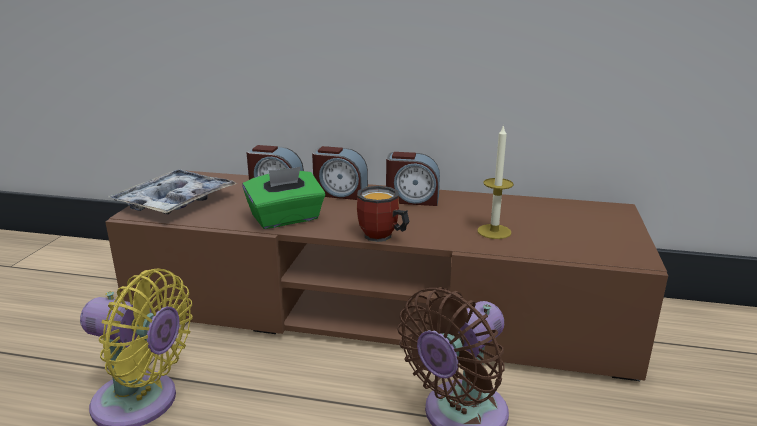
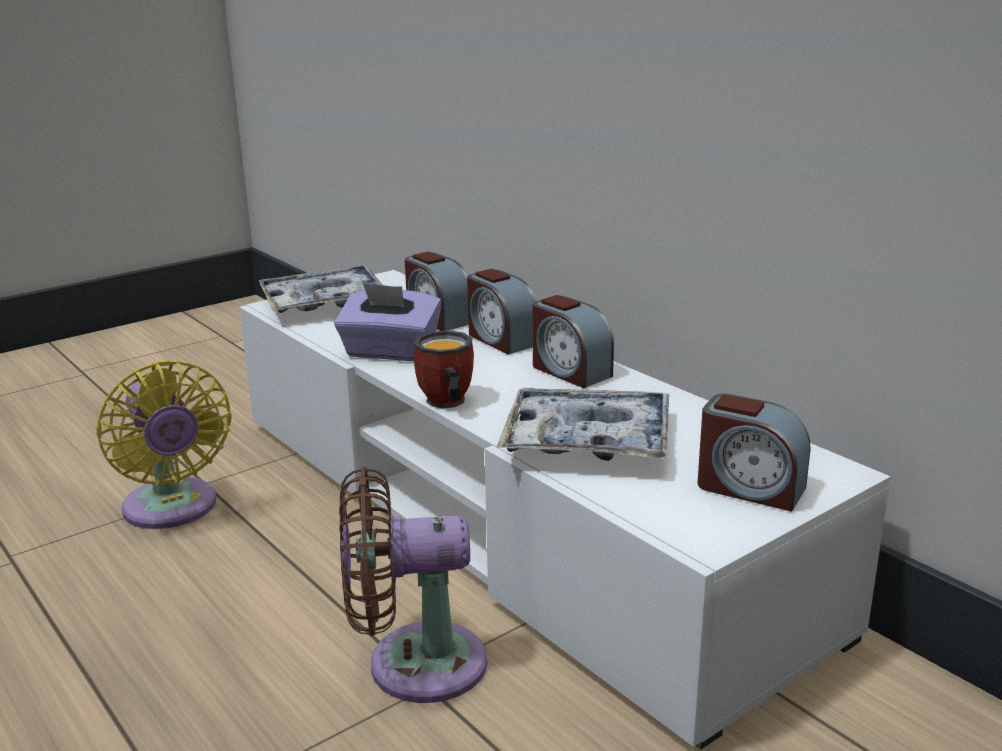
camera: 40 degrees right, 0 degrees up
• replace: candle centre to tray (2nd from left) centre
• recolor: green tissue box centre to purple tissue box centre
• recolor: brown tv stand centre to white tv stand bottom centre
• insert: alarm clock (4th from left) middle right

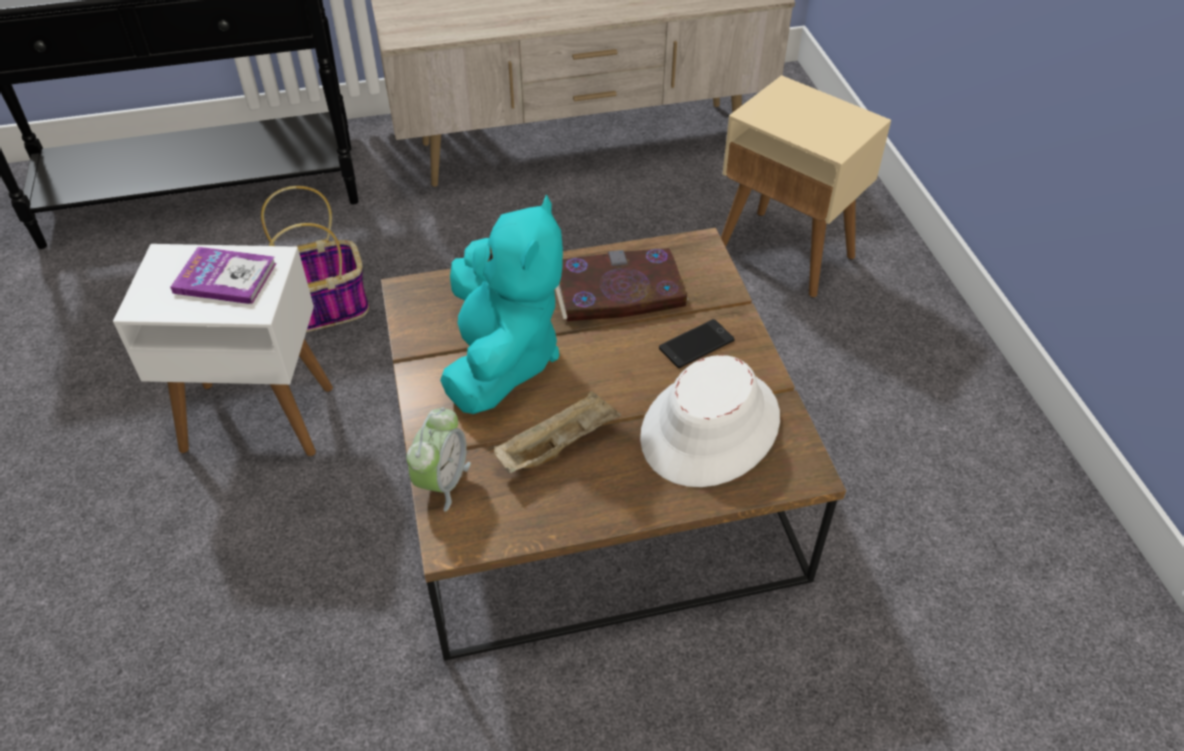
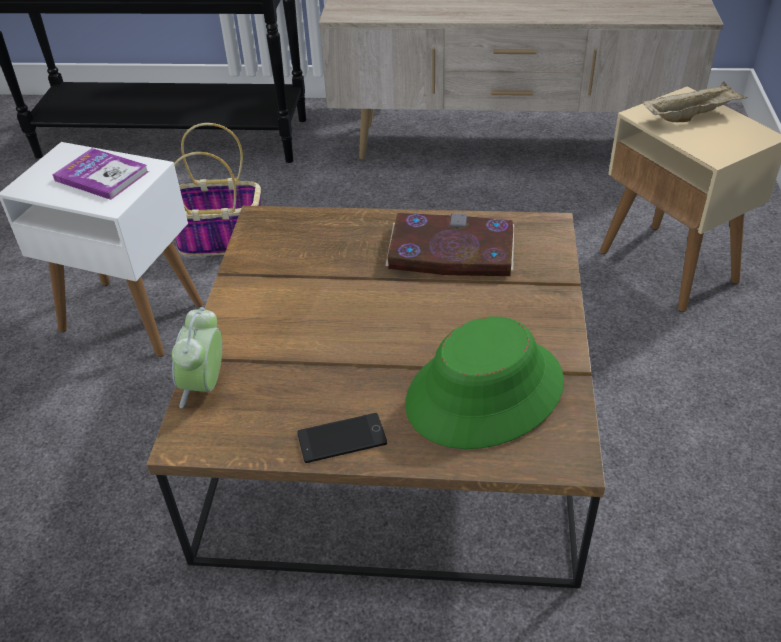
camera: 20 degrees right, 5 degrees down
• delete: turquoise plush toy centre
• move: phone centre to bottom centre
• recolor: white hat centre to green hat centre
• move: beige tray centre to top right
• rotate: alarm clock centre = middle left 150 degrees clockwise

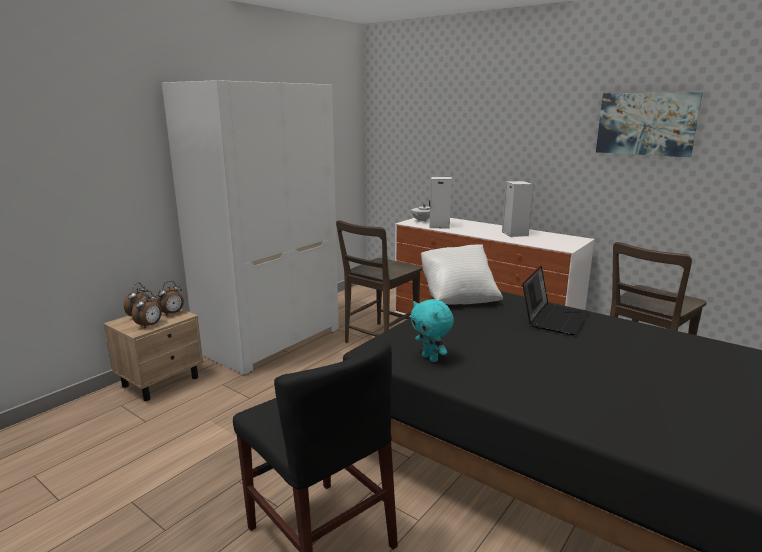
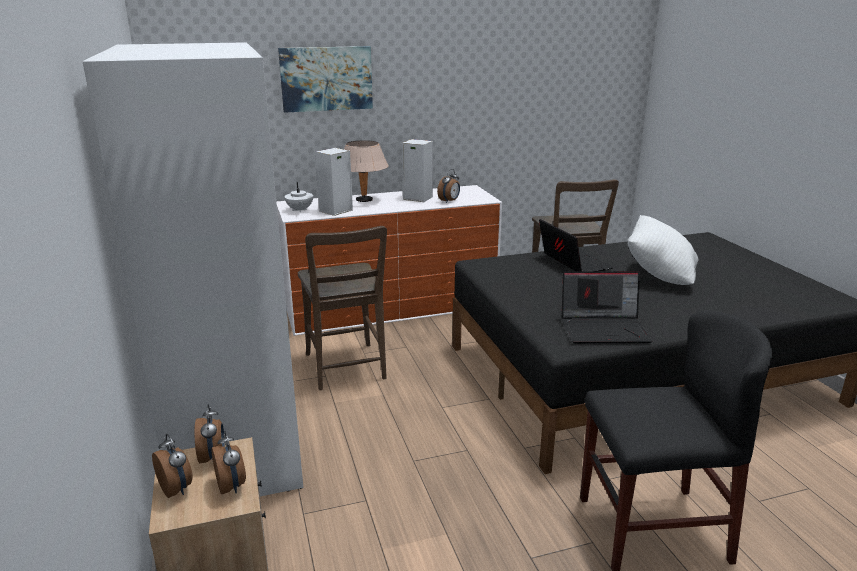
camera: 55 degrees left, 5 degrees up
• move: picture top right to top centre
• move: white pillow centre to middle right
• replace: turquoise plush toy centre to laptop (2nd from left) middle right
• insert: beige table lamp top centre
• insert: alarm clock (4th from left) top centre

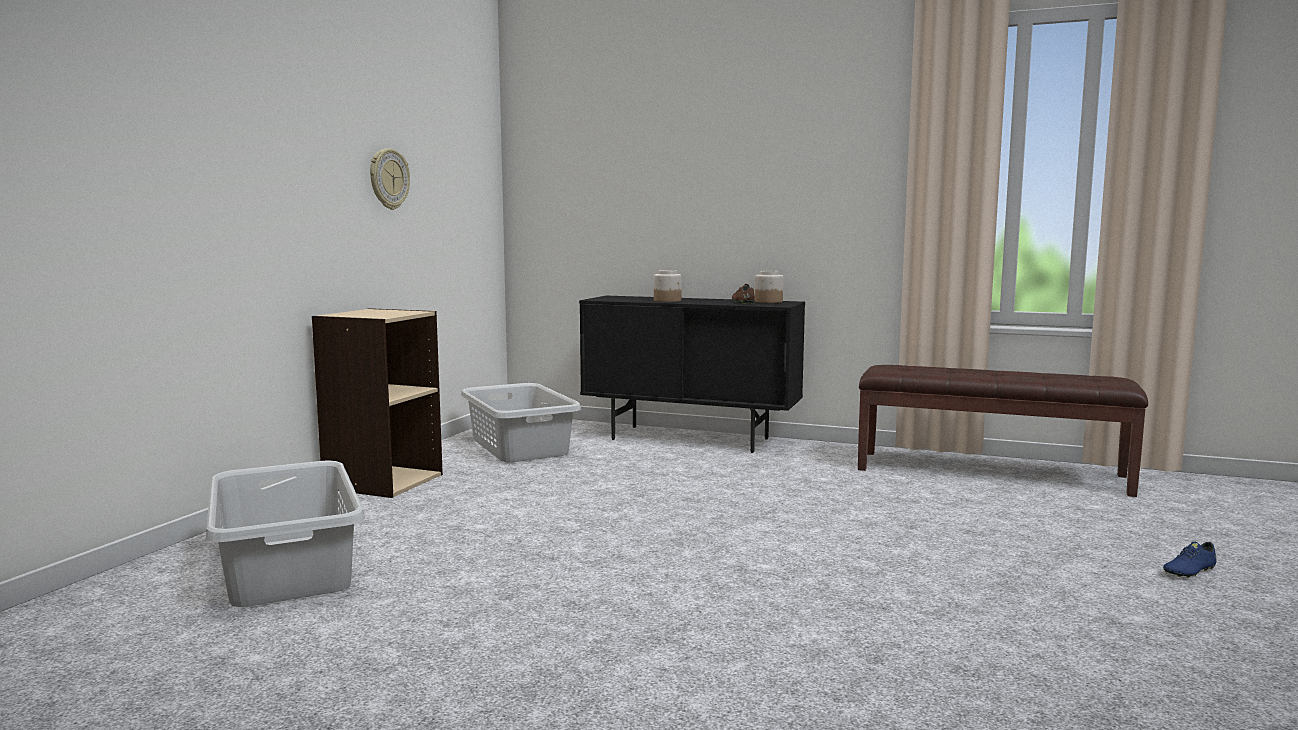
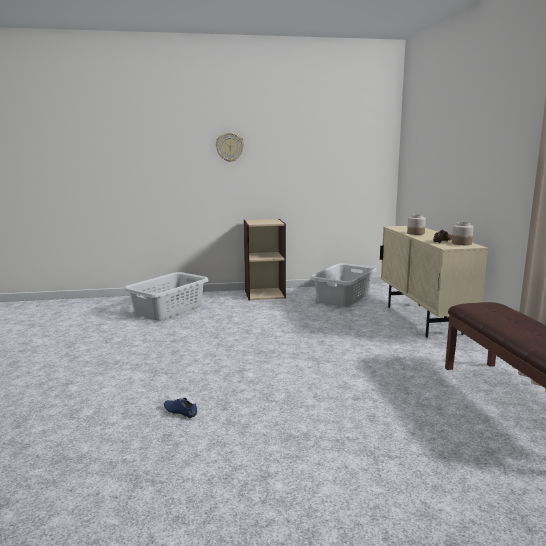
camera: 60 degrees right, 5 degrees up
• move: wall clock top left to top centre
• recolor: black cabinet centre to beige cabinet middle right
• move: blue shoe bottom right to bottom left

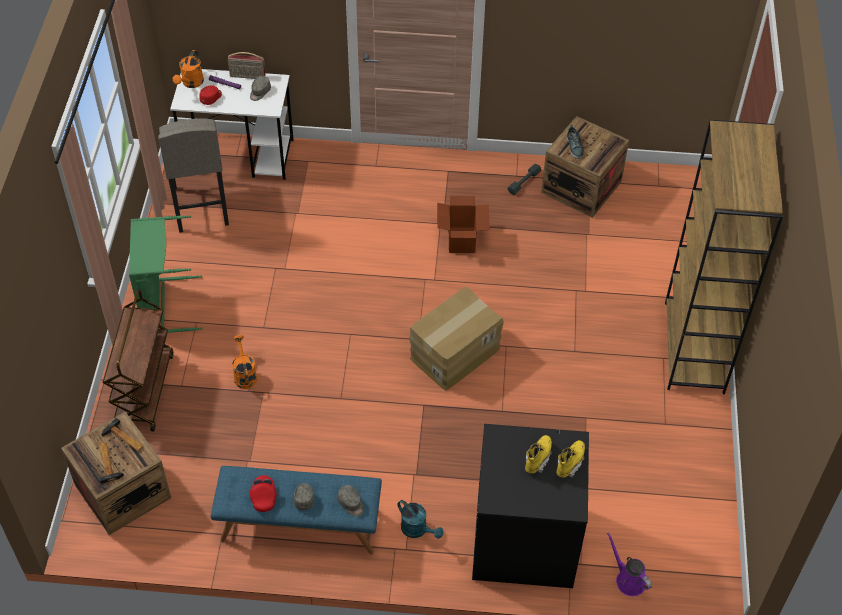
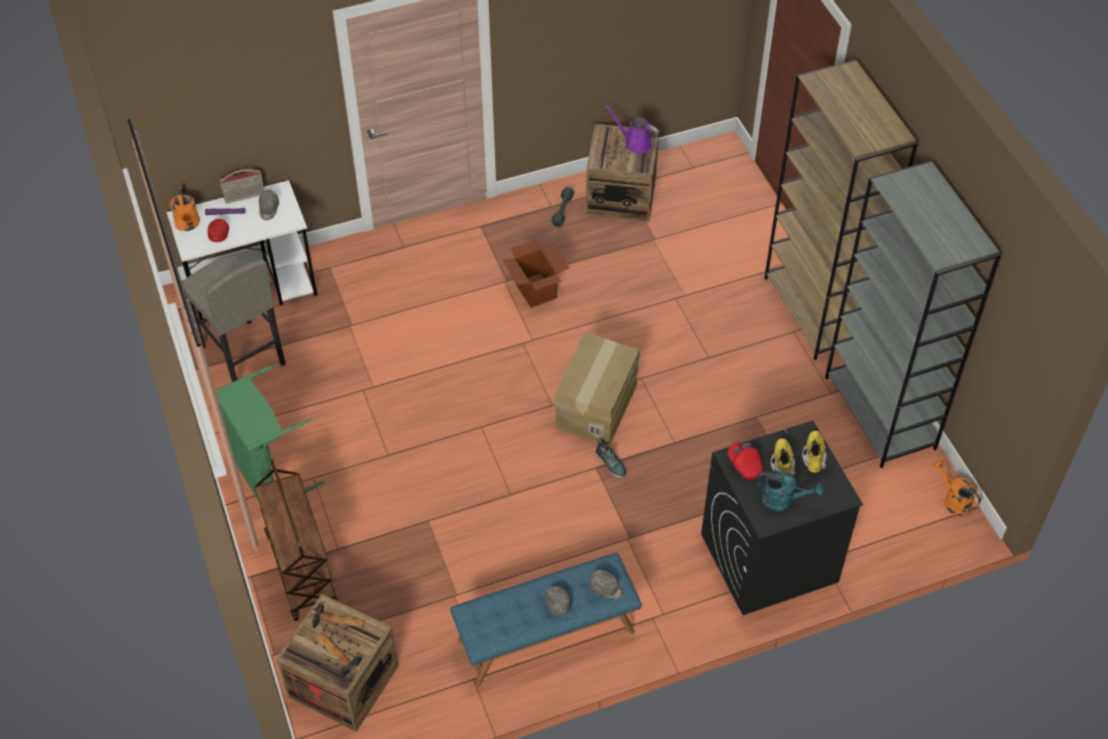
camera: 25 degrees left, 0 degrees up
• move: shoe top right to centre
• move: orange watering can (2nd from left) middle left to middle right
• move: red cap (2nd from left) bottom left to middle right
• move: turquoise watering can bottom centre to middle right
• move: purple watering can bottom right to top centre
• insert: grey bookcase middle right

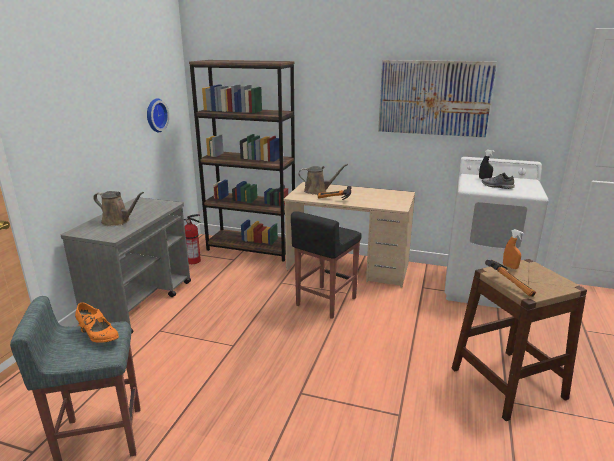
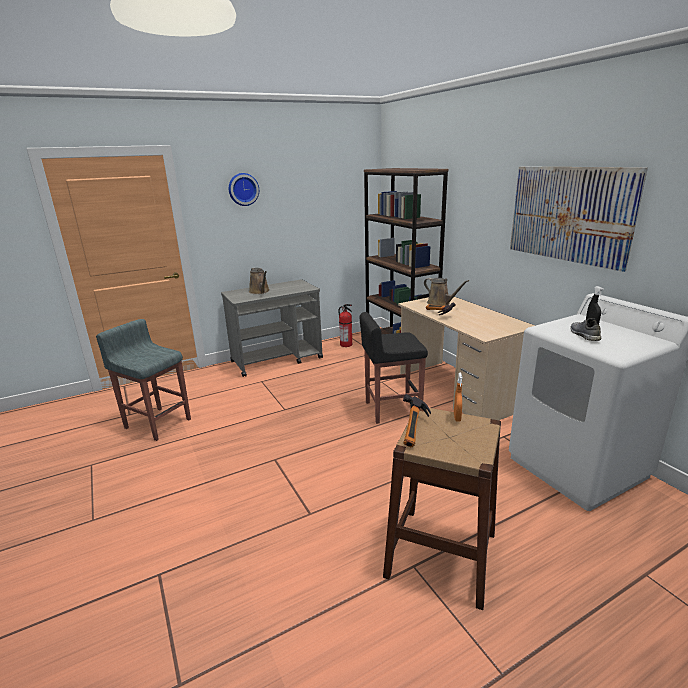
camera: 45 degrees right, 0 degrees up
• move: wall clock top left to top centre
• delete: orange shoe bottom left

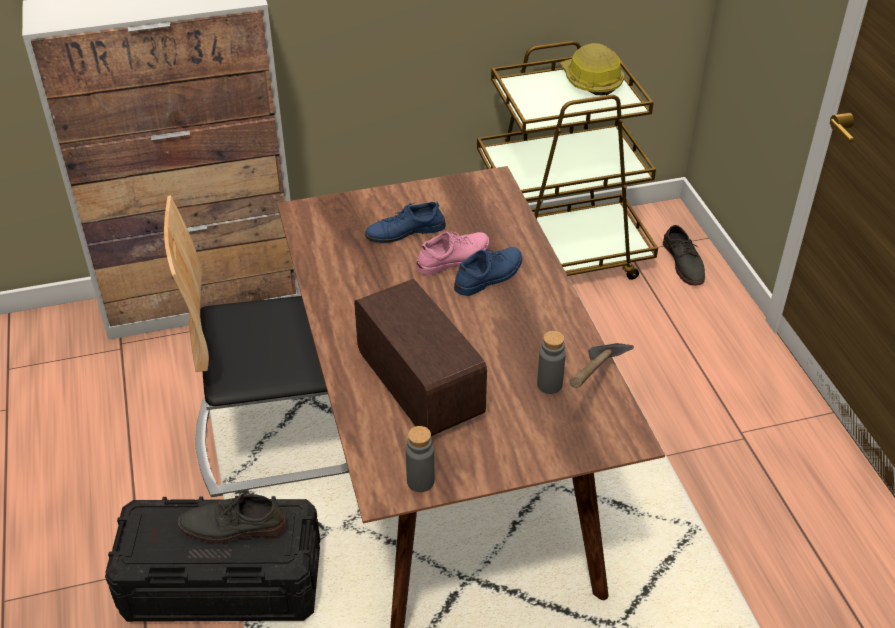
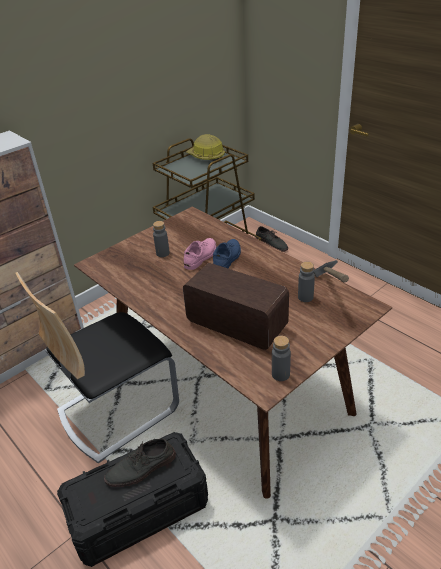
camera: 25 degrees left, 5 degrees down
• replace: blue shoe (1st from left) centre to grey bottle (1st from left) centre

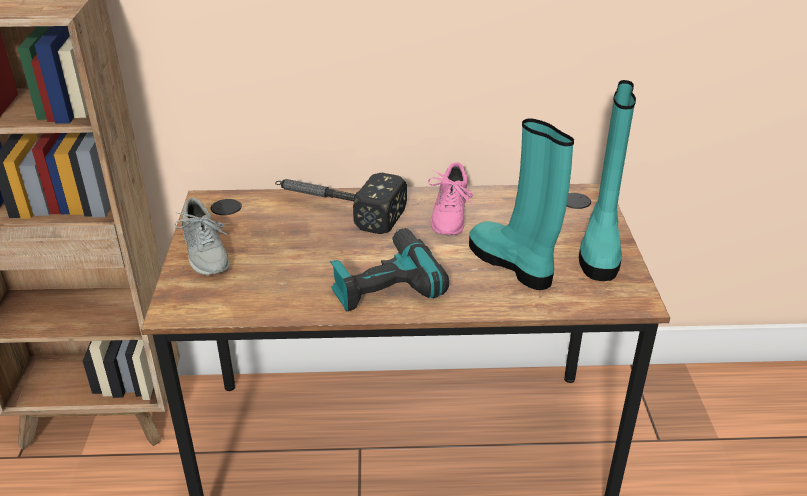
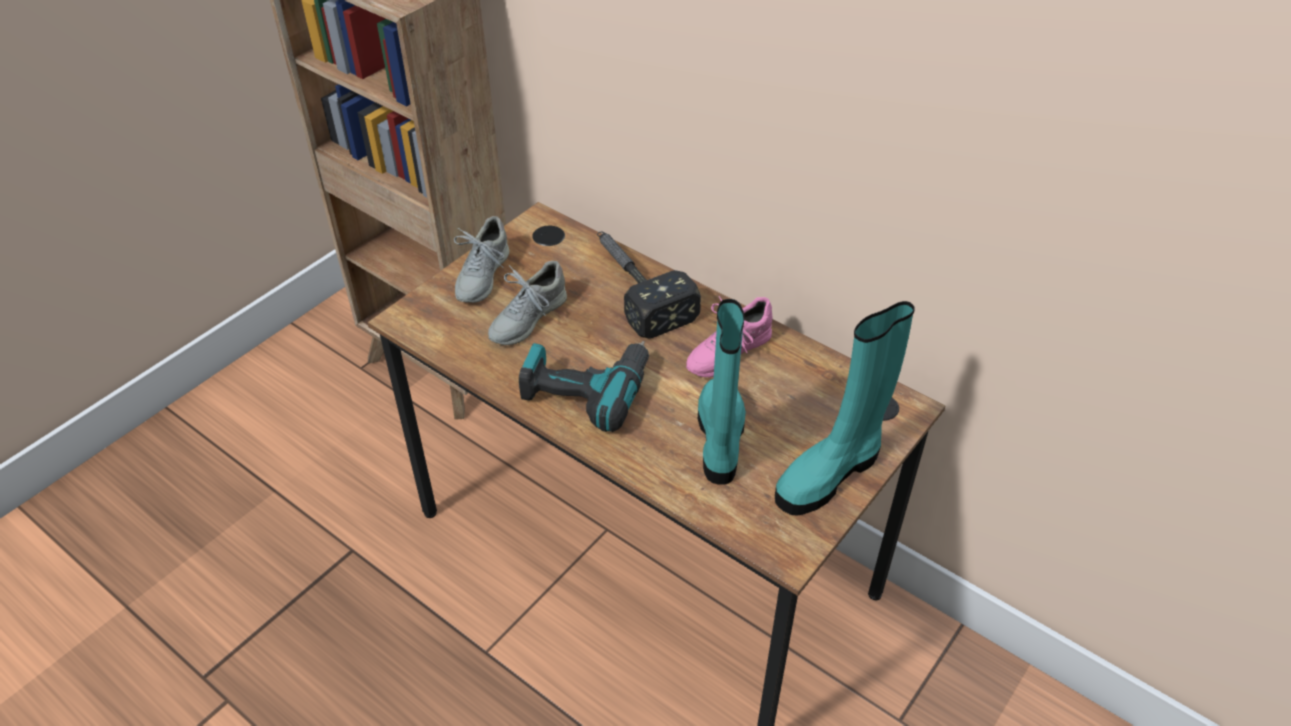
camera: 40 degrees right, 10 degrees up
• insert: grey shoe (2nd from left) centre

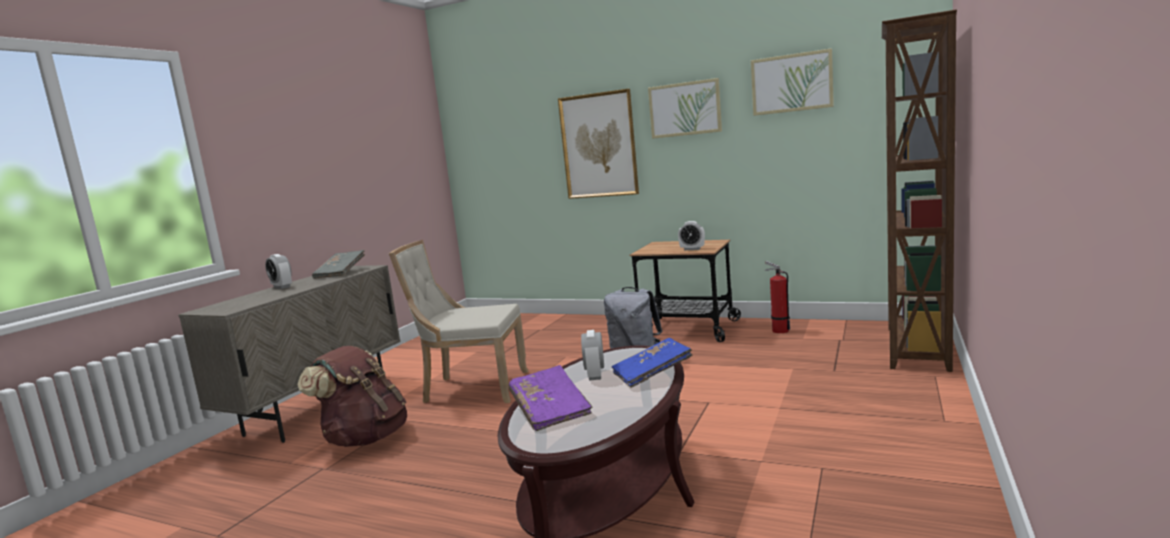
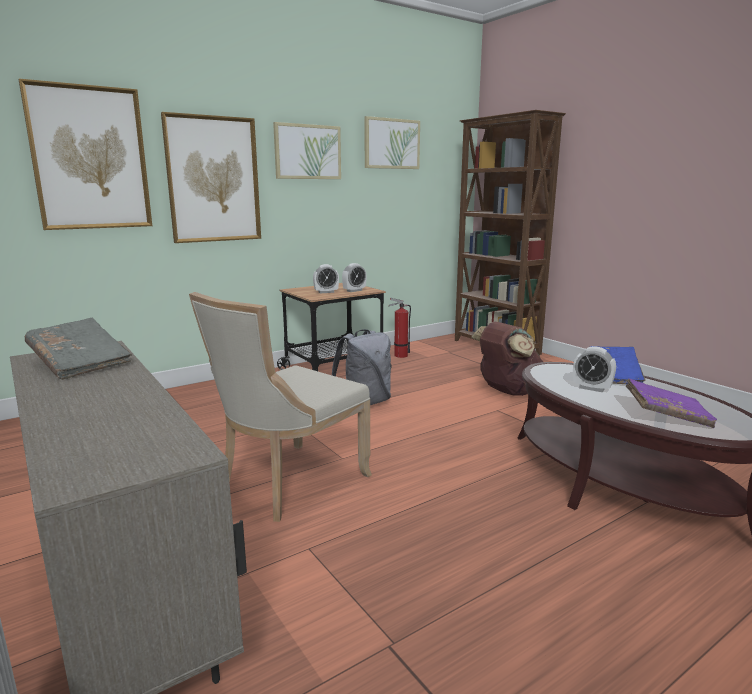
camera: 60 degrees left, 5 degrees up
• move: alarm clock (1st from left) middle left to centre
• move: brown backpack bottom left to middle right
• insert: picture (1st from left) top left

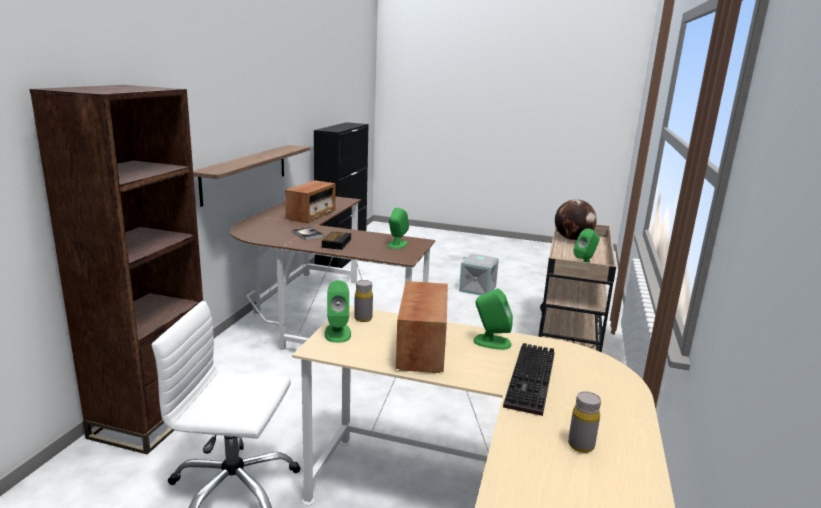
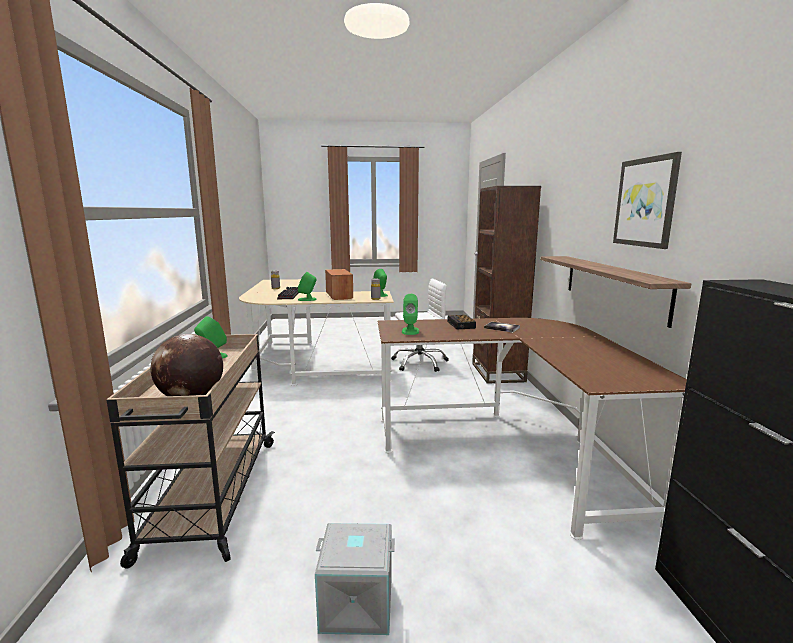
camera: 160 degrees right, 5 degrees down
• delete: radio (1st from left) centre
• insert: picture top right

